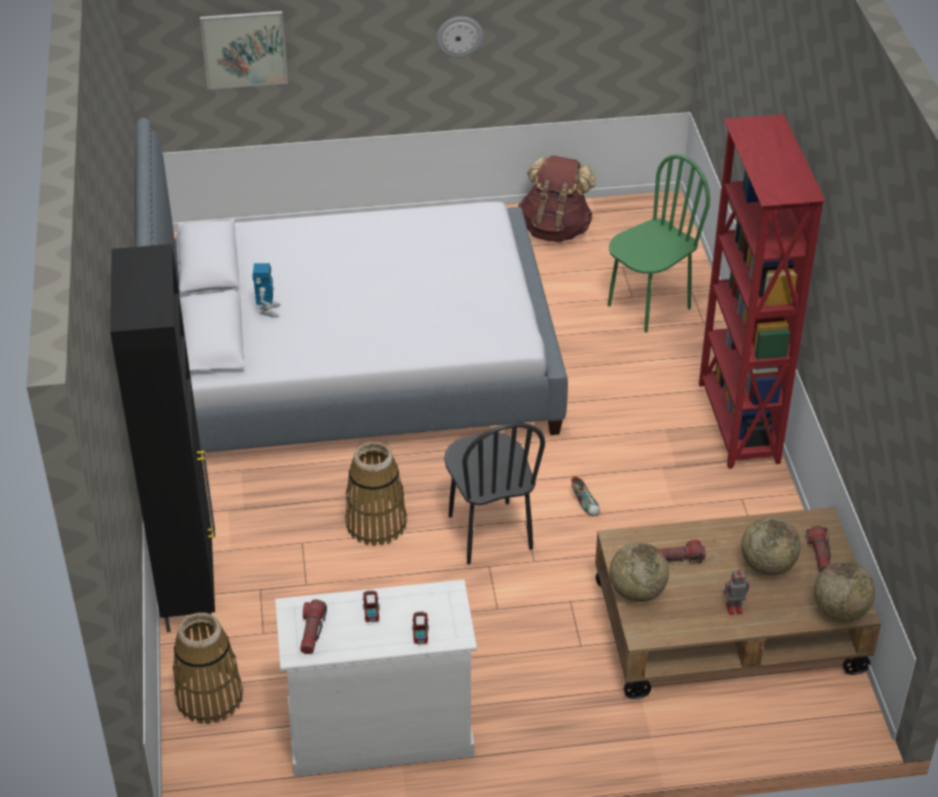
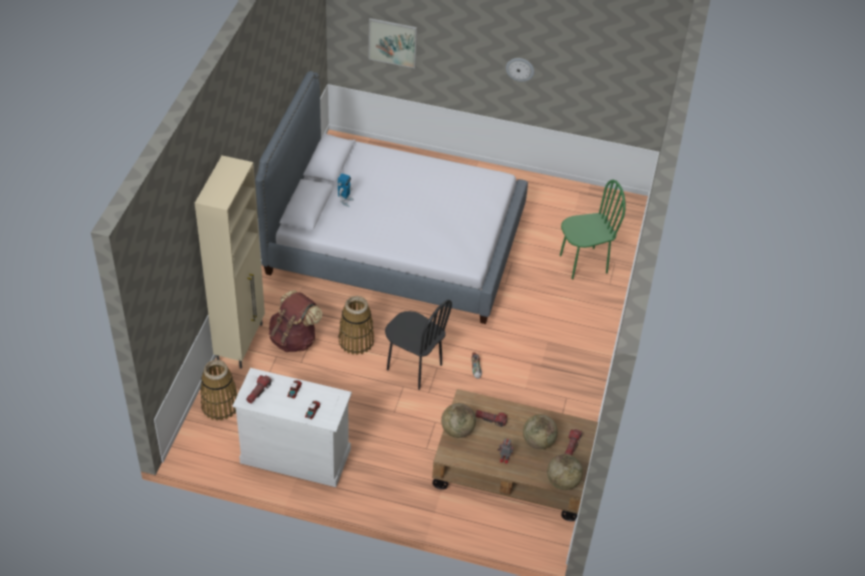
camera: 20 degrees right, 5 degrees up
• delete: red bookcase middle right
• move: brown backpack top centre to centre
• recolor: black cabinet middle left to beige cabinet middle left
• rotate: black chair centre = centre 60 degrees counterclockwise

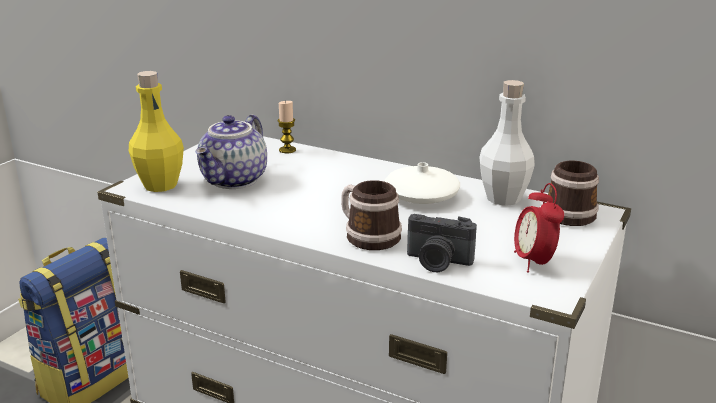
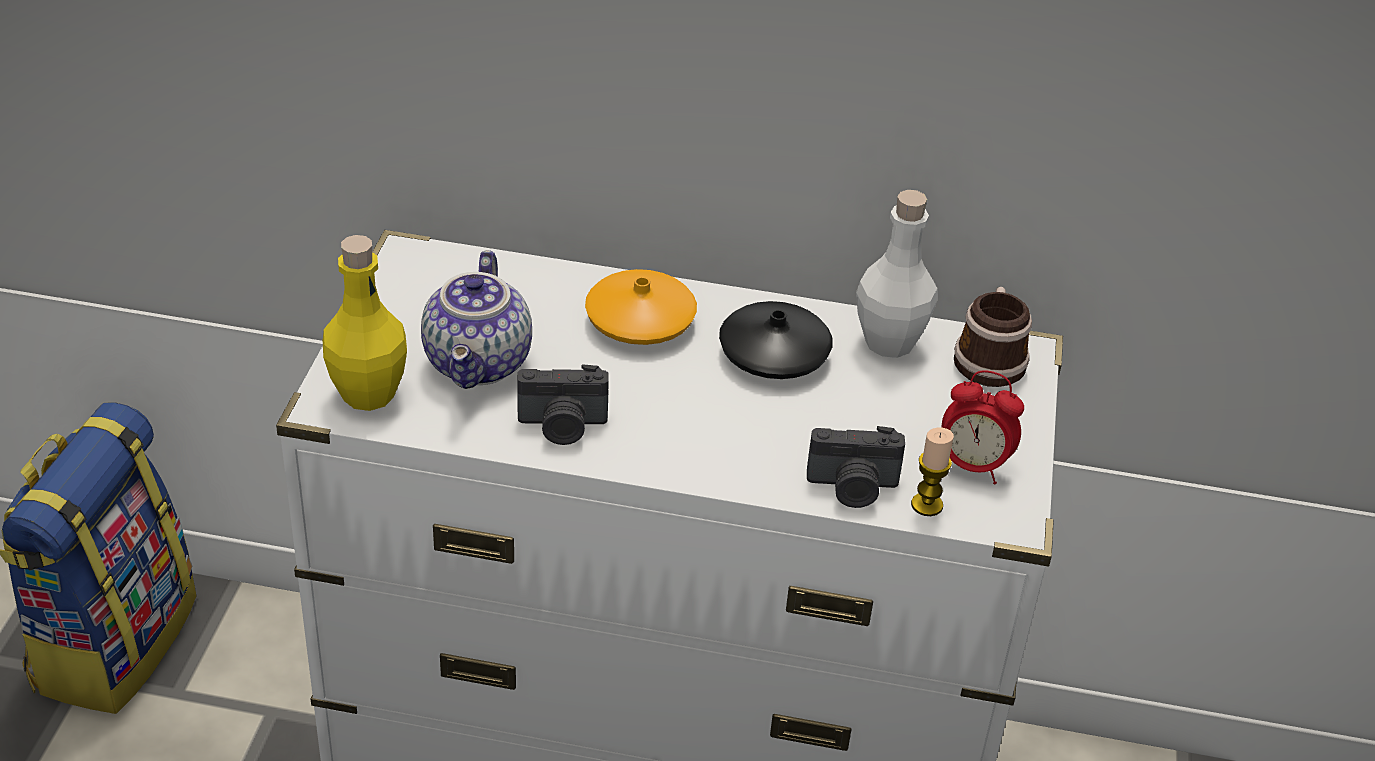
camera: 20 degrees left, 15 degrees up
• move: candle top centre to middle right
• recolor: white vase centre to black vase centre
• delete: mug (1st from left) centre
• rotate: alarm clock middle right = middle right 45 degrees counterclockwise
• insert: orange vase centre
• insert: photo camera (1st from left) centre

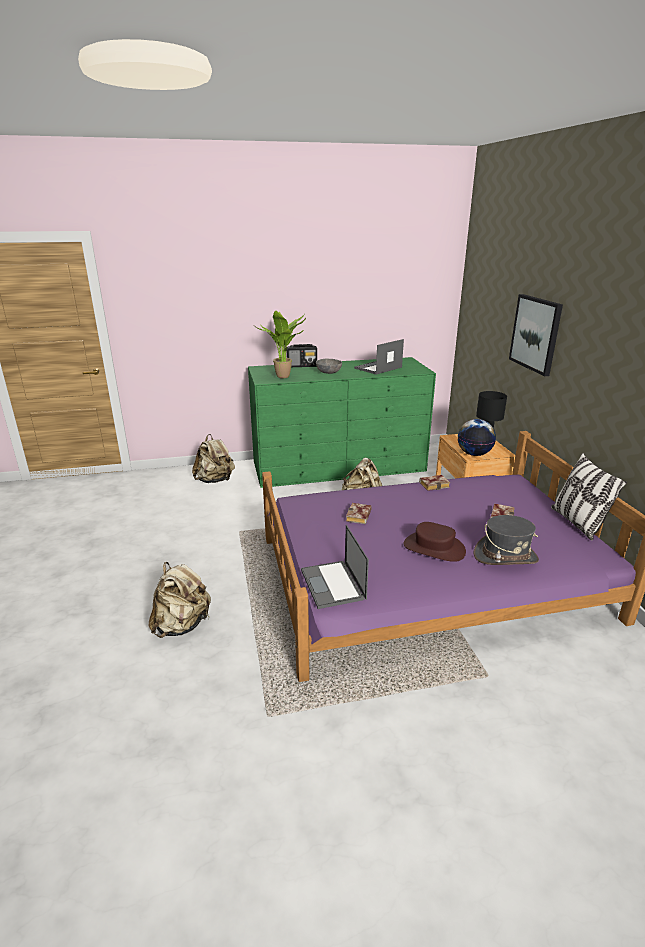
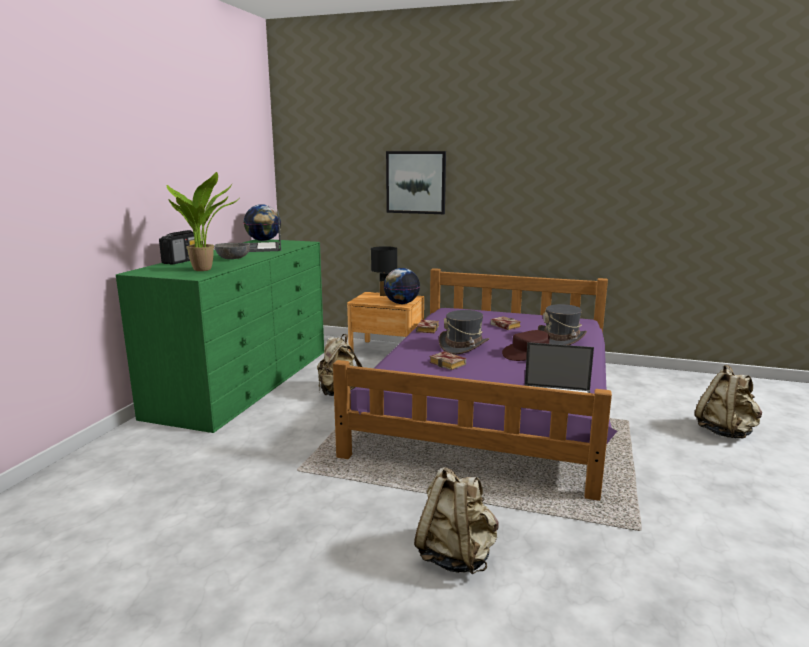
camera: 60 degrees left, 10 degrees down
• move: beige backpack (2nd from left in the first image) middle left to beige backpack (3rd from left) middle right
• delete: pillow middle right
• insert: globe (1st from left) middle left
• insert: grey hat (1st from left) centre

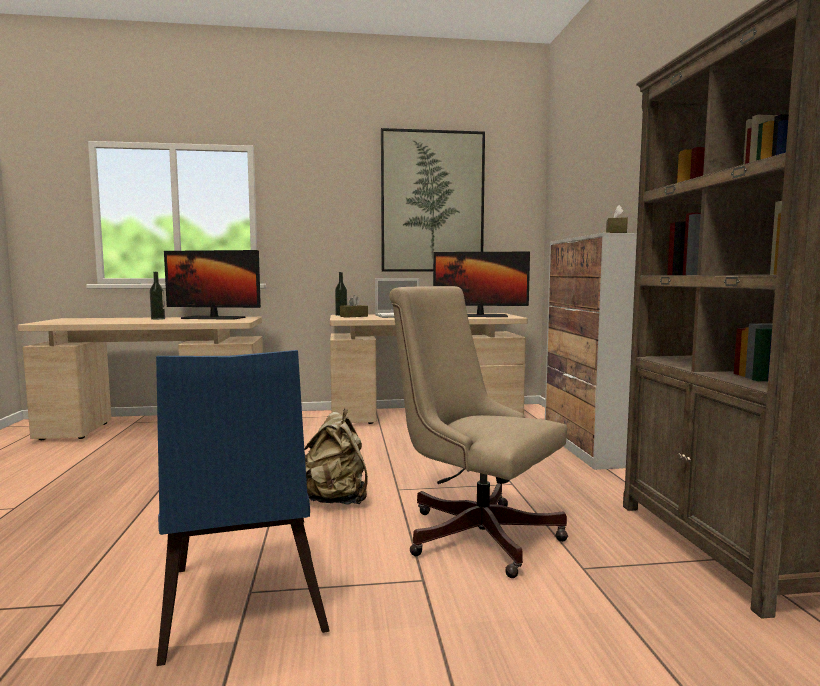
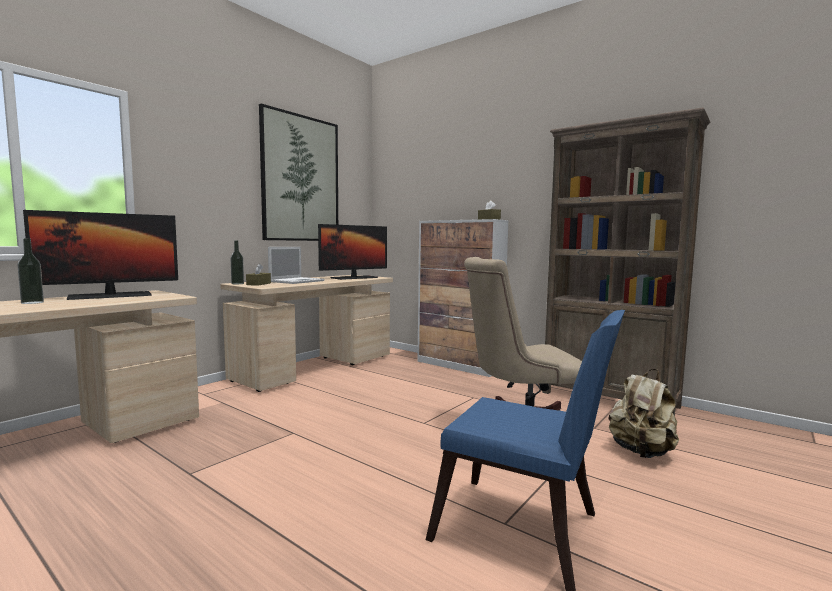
camera: 45 degrees left, 0 degrees up
• move: beige backpack centre to bottom right

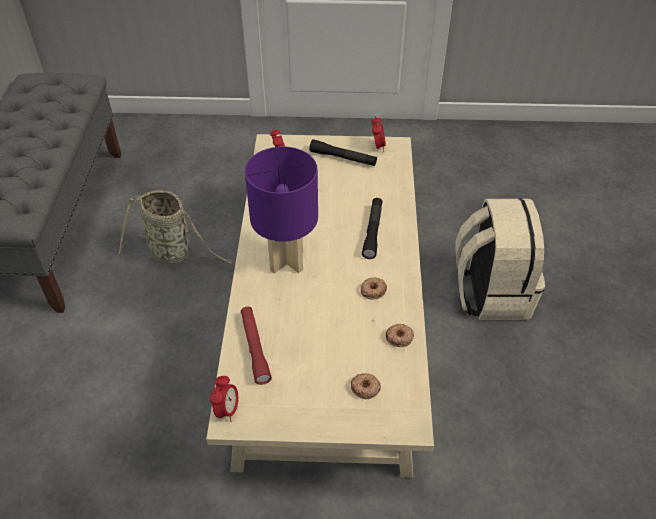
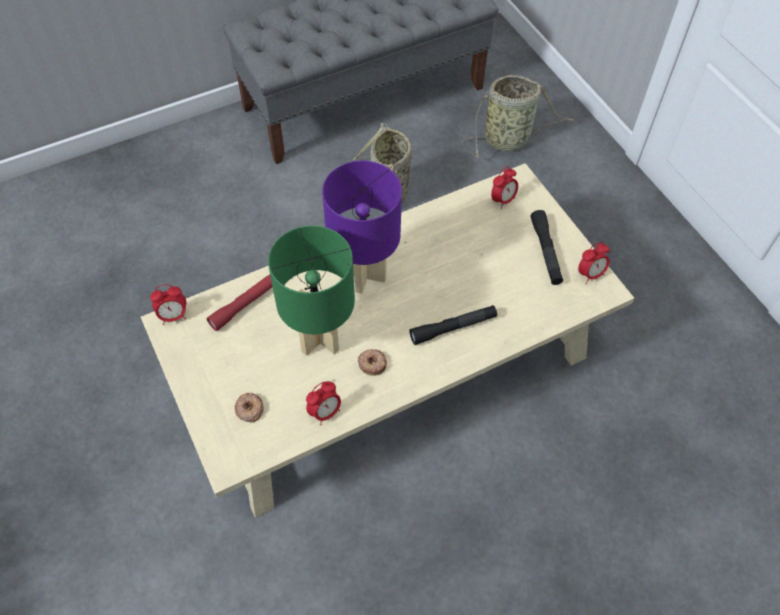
camera: 60 degrees right, 10 degrees up
• delete: beige backpack middle right
• replace: donut (3rd from left) centre to alarm clock (2nd from left) centre
• insert: basket (2nd from left) top centre
• insert: green table lamp centre

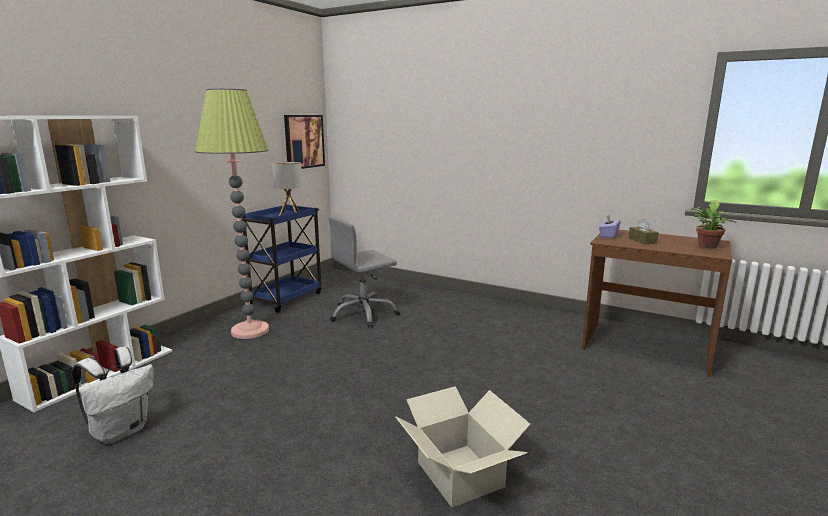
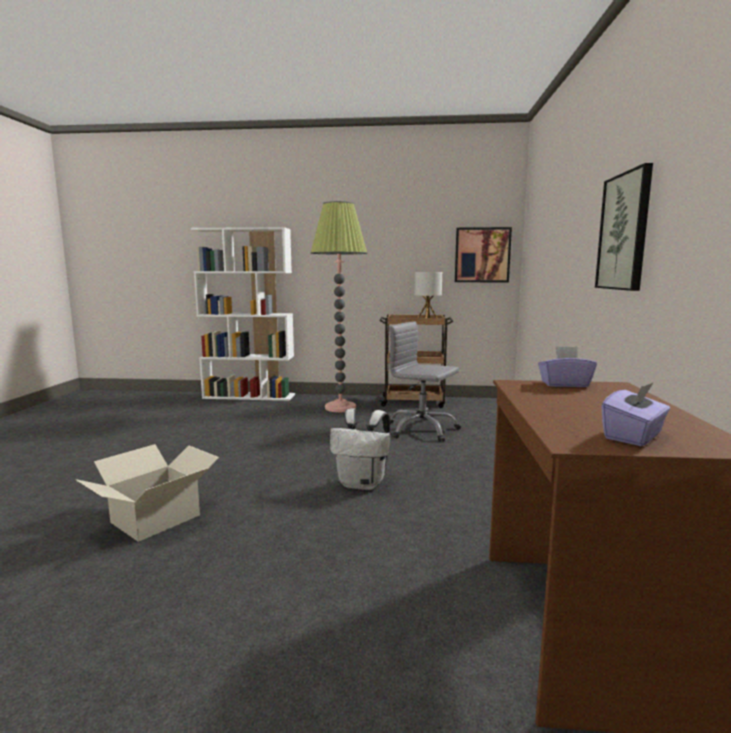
camera: 65 degrees right, 5 degrees down
• replace: potted plant middle right to purple tissue box (2nd from left) middle right
• recolor: blue cart centre to brown cart centre
• delete: brown tissue box middle right
• move: white backpack bottom left to centre
• insert: picture (2nd from left) top right

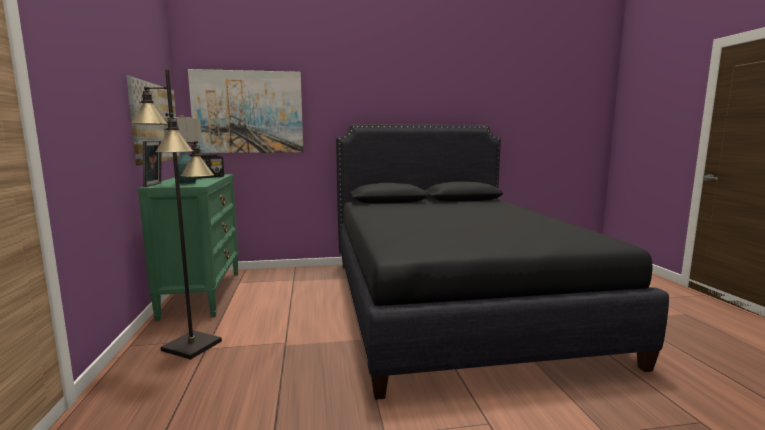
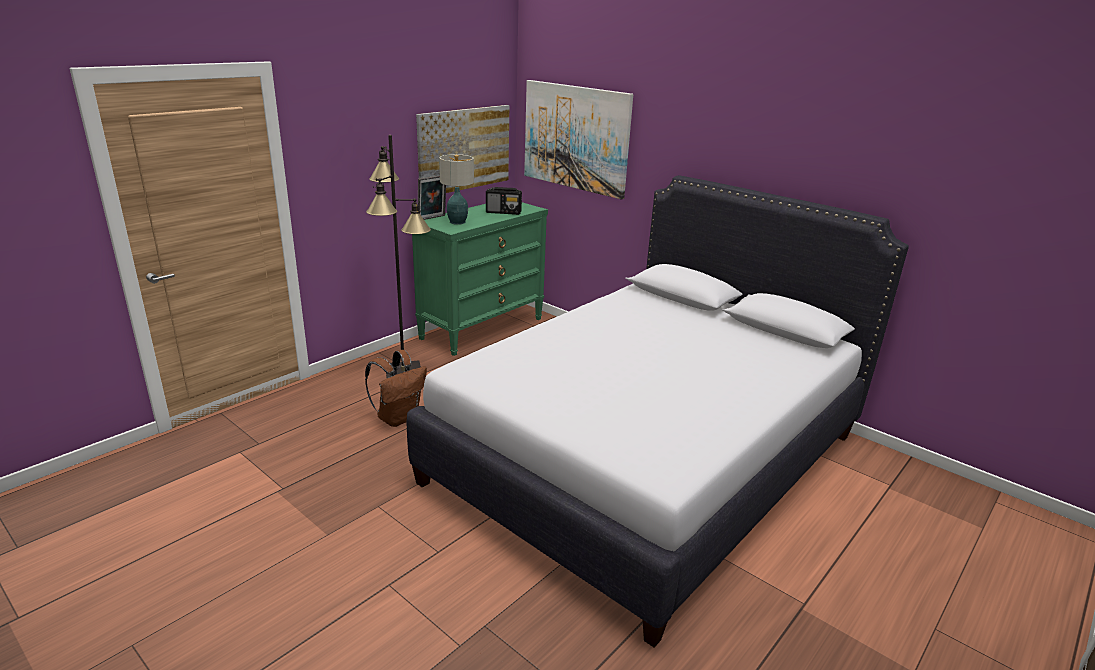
camera: 50 degrees right, 15 degrees up
• recolor: black bed centre to white bed centre
• insert: brown backpack centre

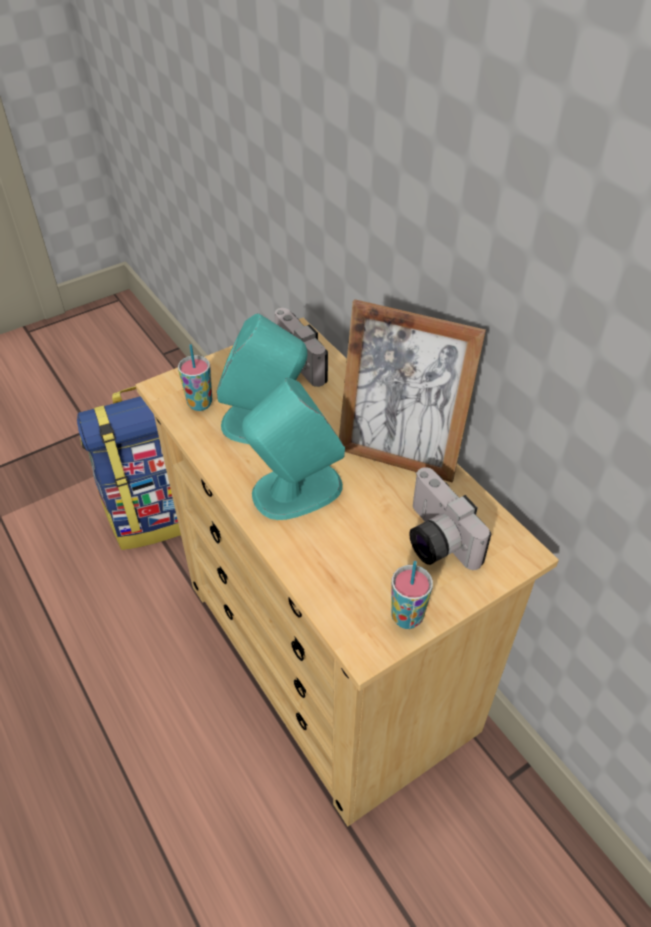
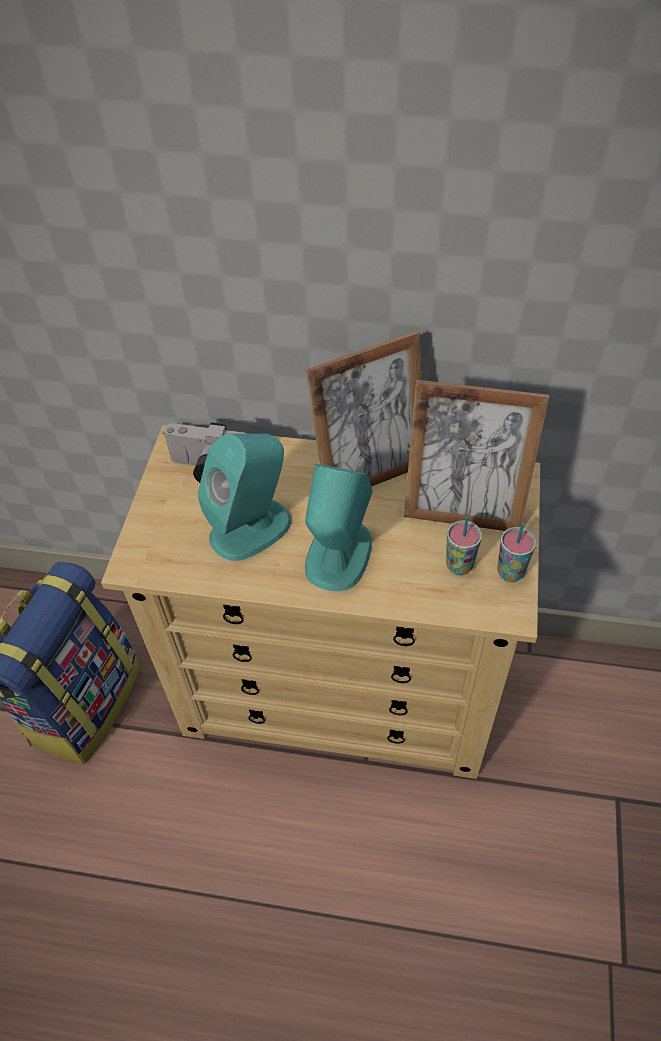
camera: 45 degrees left, 5 degrees up
• move: cup (1st from left) middle left to middle right
• replace: photo camera (2nd from left) middle right to picture frame (2nd from left) middle right

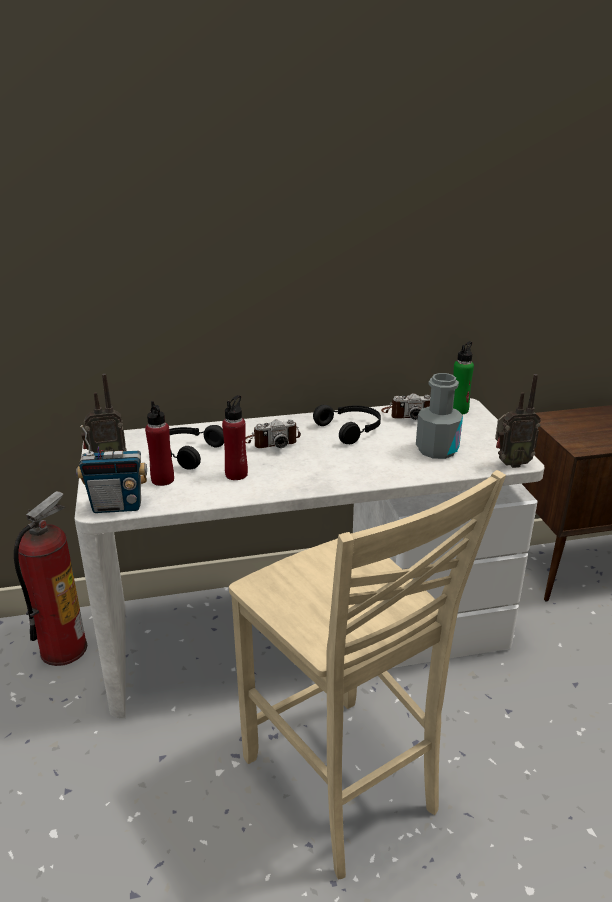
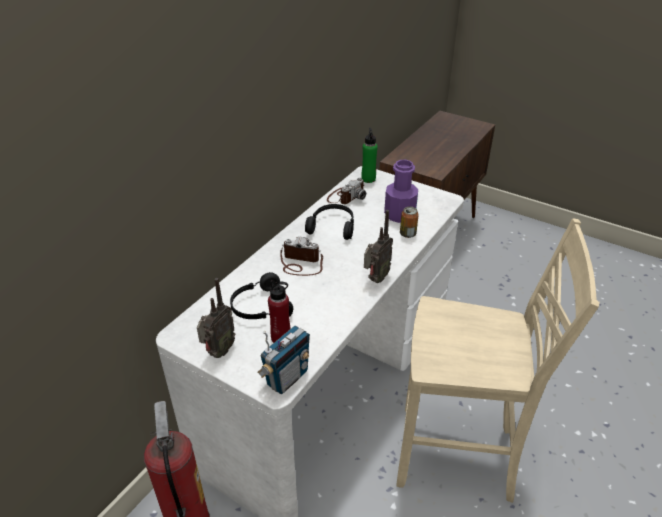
camera: 45 degrees left, 10 degrees up
• recolor: grey bottle middle right to purple bottle centre
• move: radio (3rd from left) middle right to centre
• delete: red bottle (2nd from left) centre
• rotate: photo camera (1st from left) centre = centre 105 degrees counterclockwise
• insert: can centre

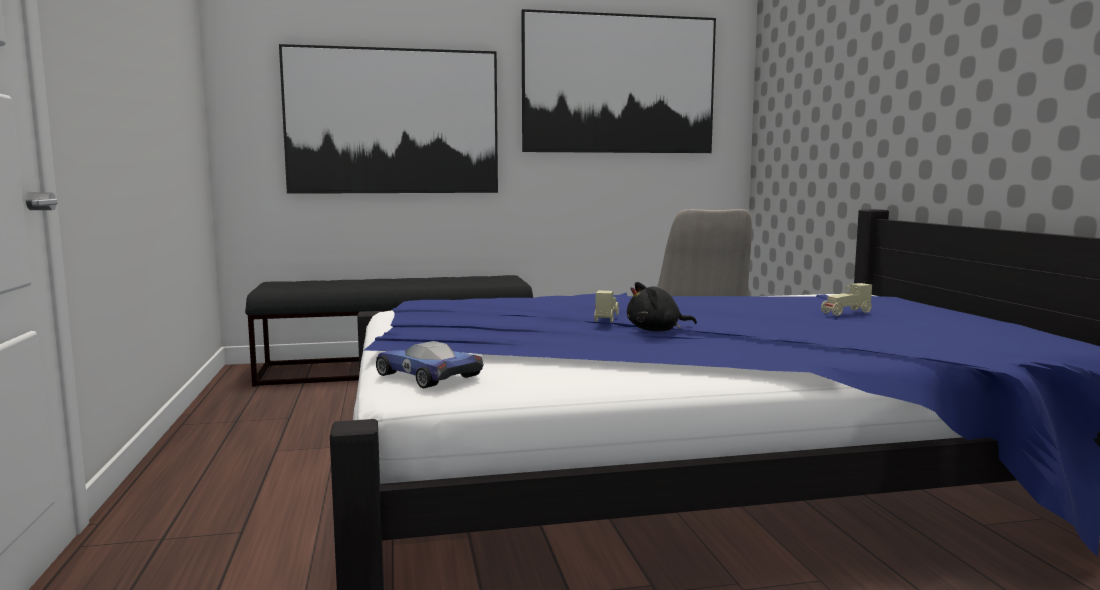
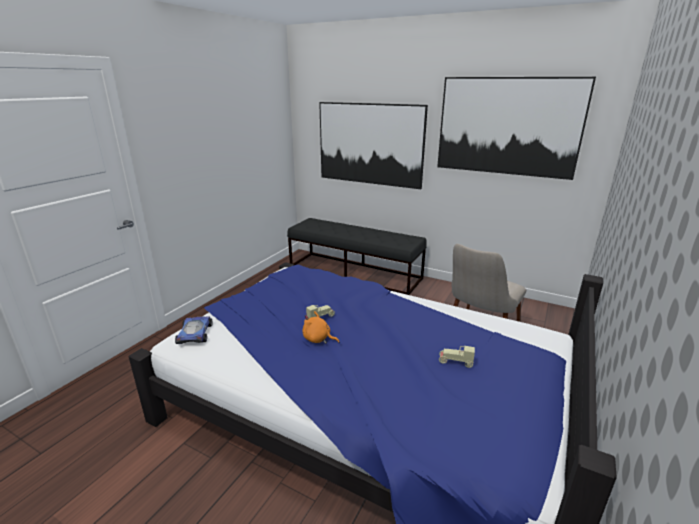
camera: 40 degrees right, 15 degrees up
• recolor: black plush toy centre to orange plush toy centre

